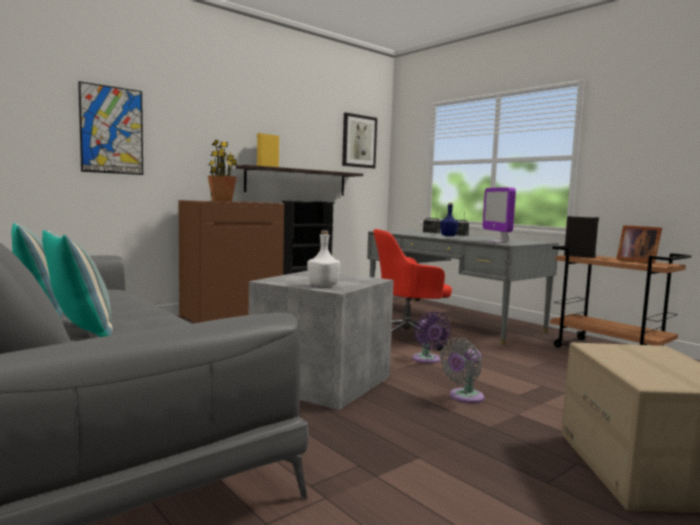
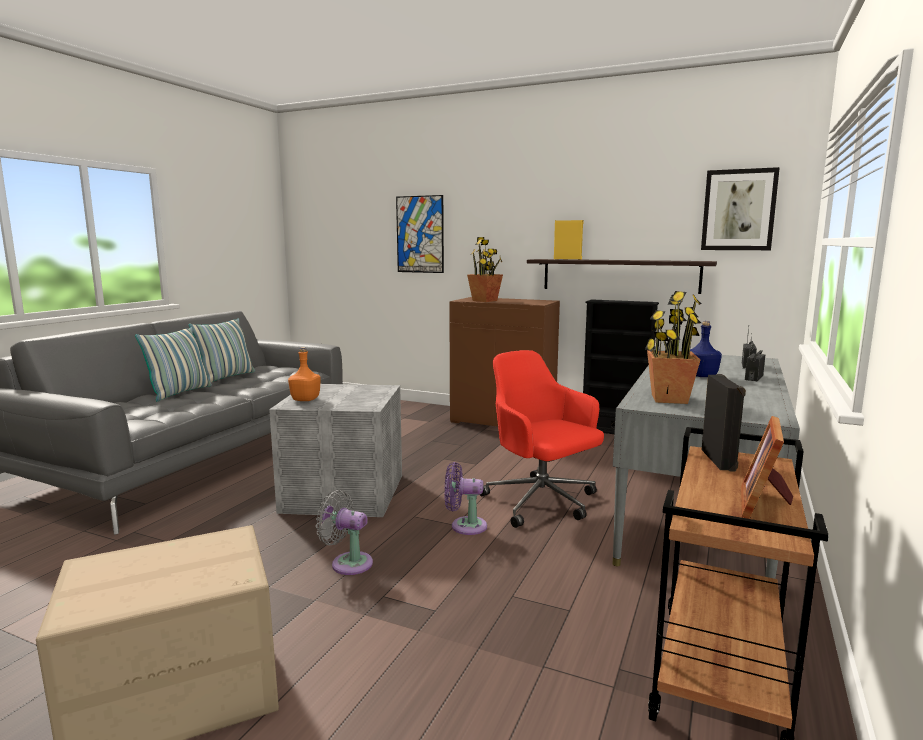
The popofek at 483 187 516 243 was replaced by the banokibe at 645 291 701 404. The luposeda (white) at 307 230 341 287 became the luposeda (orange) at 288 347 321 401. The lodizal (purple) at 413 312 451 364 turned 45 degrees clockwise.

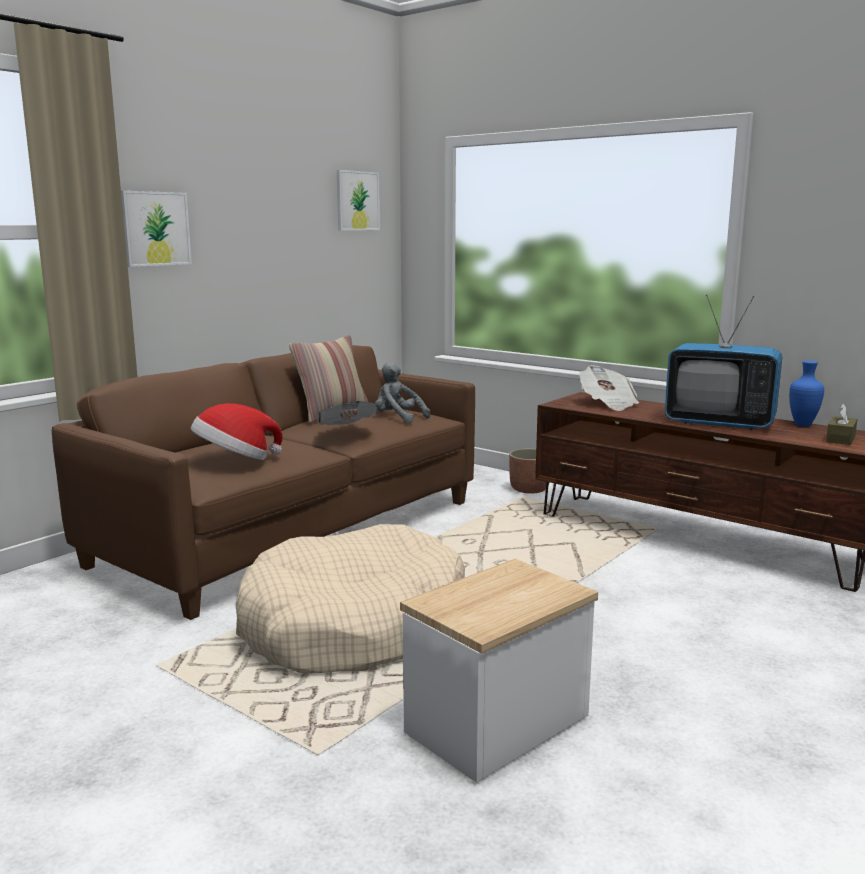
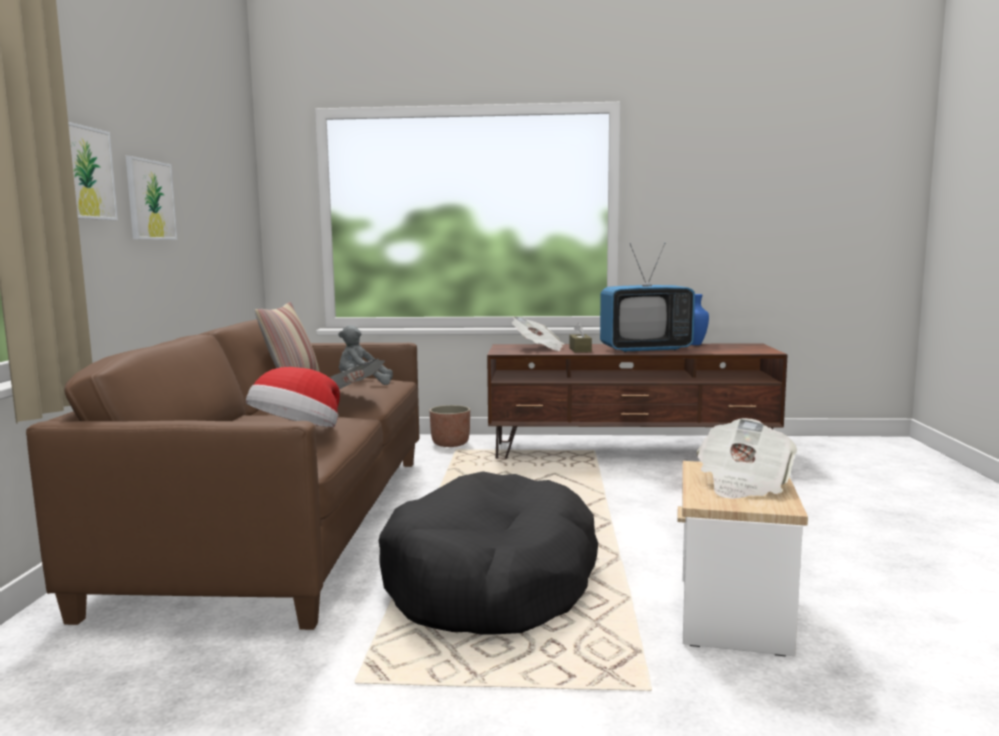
The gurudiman moved from 337 170 380 231 to 126 156 177 240. The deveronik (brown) moved from 826 404 857 445 to 569 323 592 353. The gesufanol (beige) at 235 524 465 674 became the gesufanol (black) at 379 471 598 635. The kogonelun at 696 418 797 499 appeared.

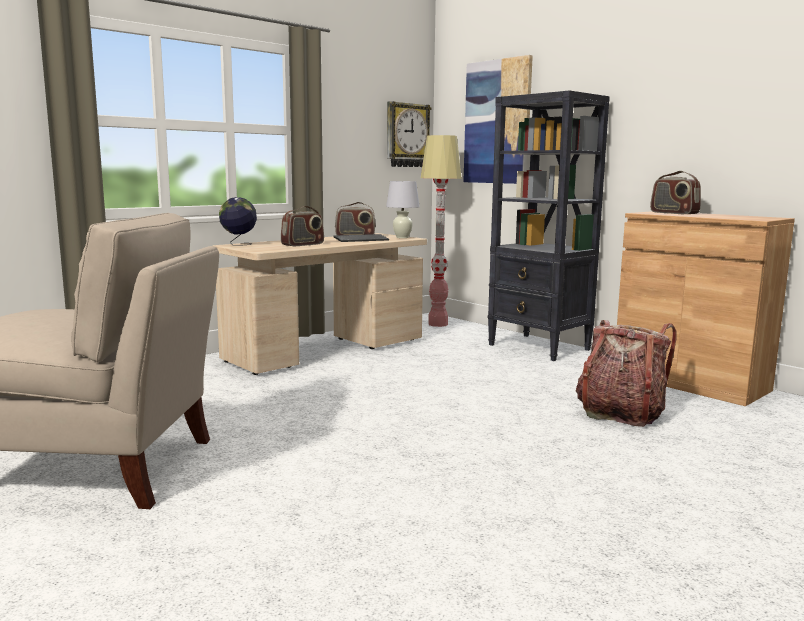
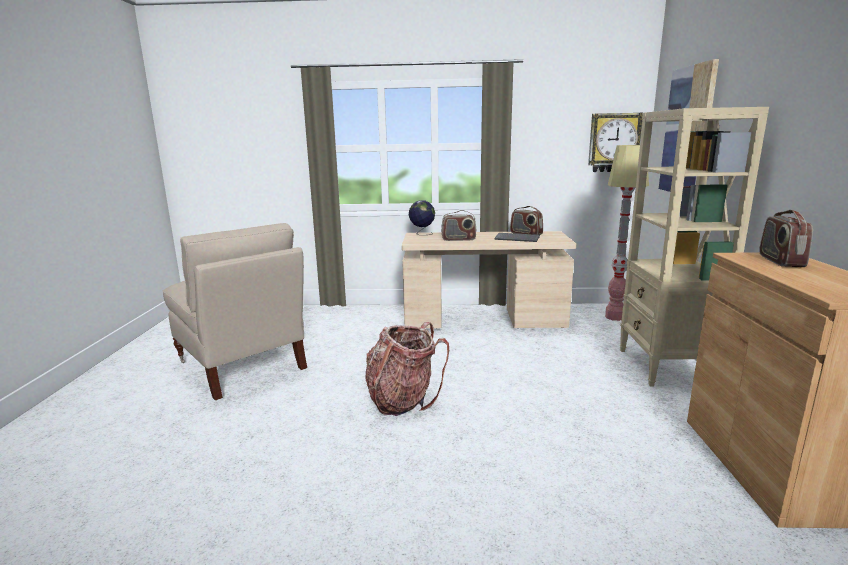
The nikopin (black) at 488 90 610 361 became the nikopin (beige) at 620 107 769 386. The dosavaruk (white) at 386 181 420 238 disappeared. The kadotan moved from 576 320 677 427 to 366 322 449 416.

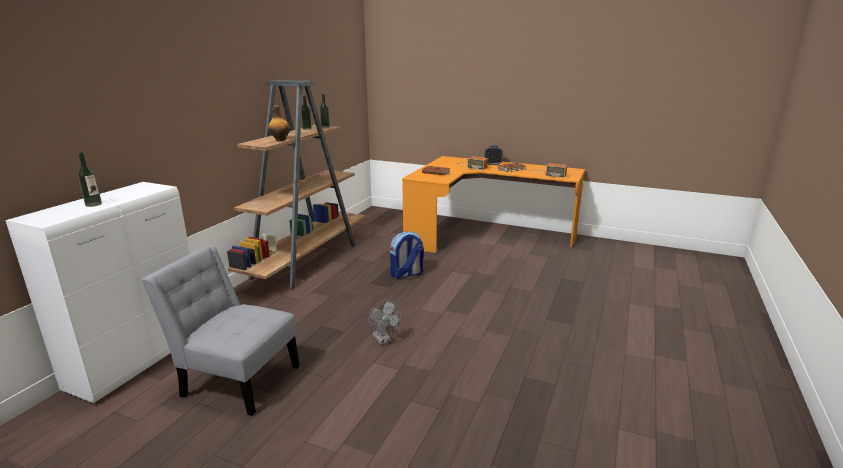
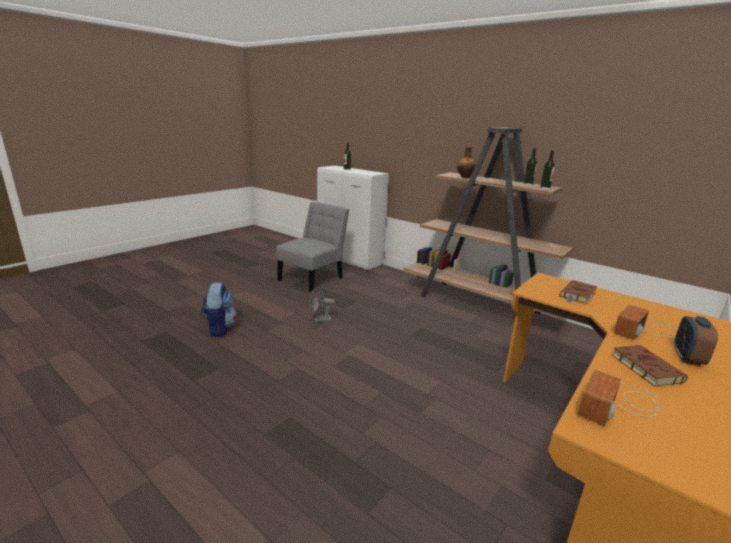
The kadotan moved from 390 232 424 279 to 201 282 237 337.

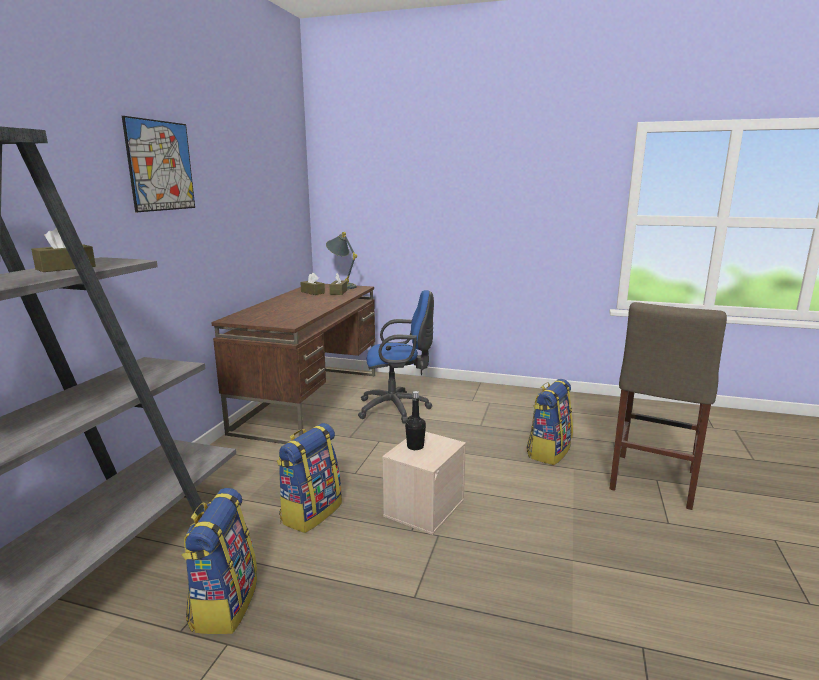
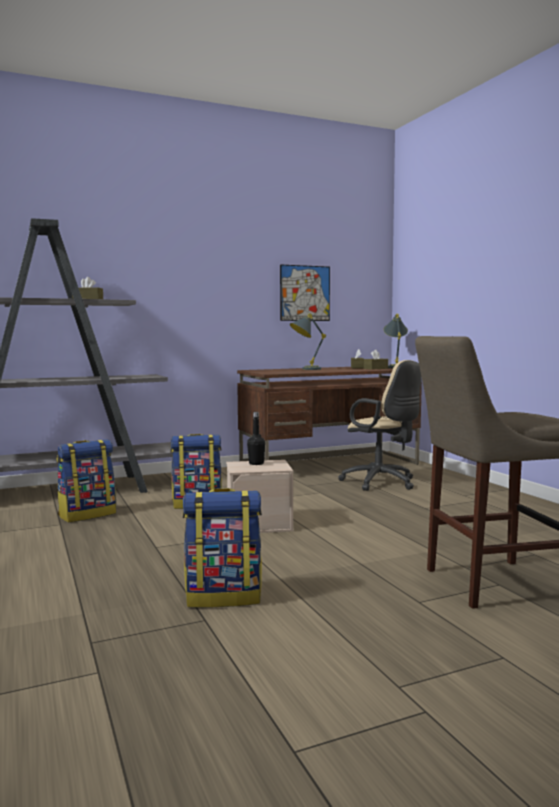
The gurudiman moved from 122 116 195 212 to 280 265 330 321. The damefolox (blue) at 358 290 434 424 became the damefolox (beige) at 338 360 422 491. The kadotan moved from 527 379 573 465 to 183 488 262 608. The dosavaruk (grey) at 290 314 326 370 appeared.

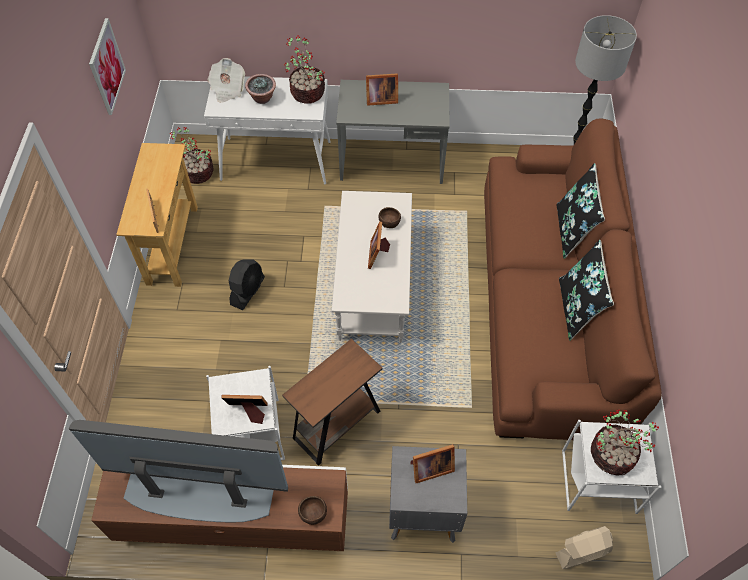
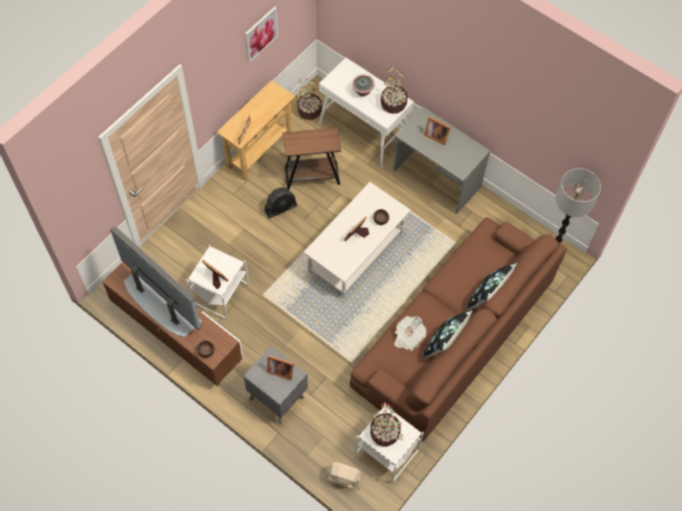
The kogonelun moved from 208 58 245 103 to 394 316 426 351. The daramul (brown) moved from 282 339 382 466 to 283 128 341 189.

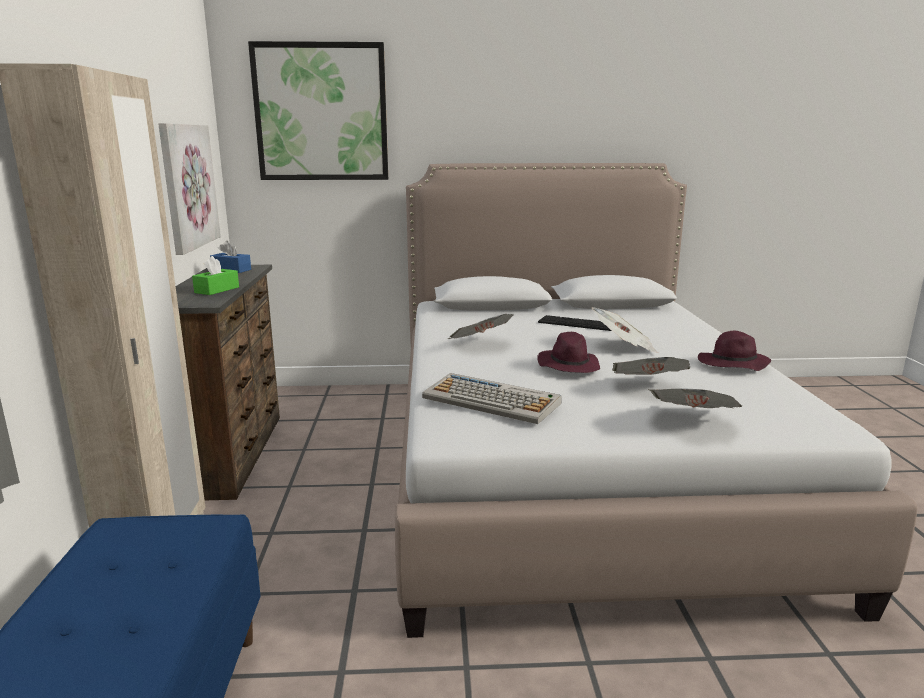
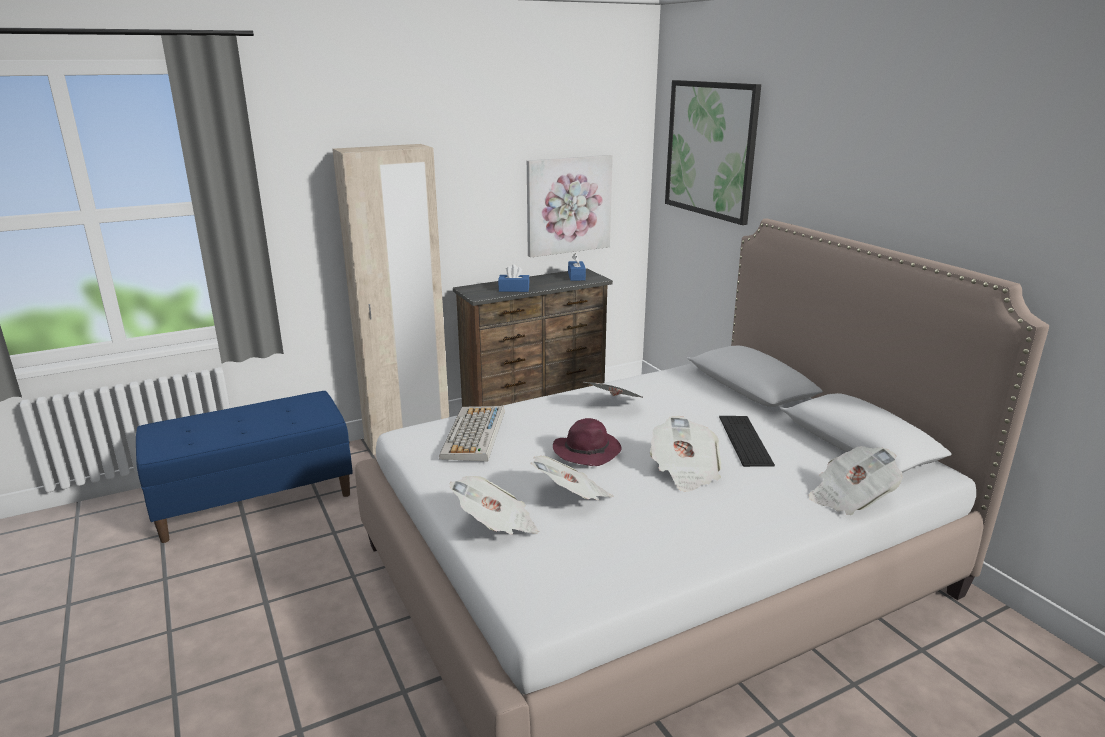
The deveronik (green) at 192 256 239 295 became the deveronik (blue) at 498 264 530 292. The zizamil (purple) at 698 331 771 371 disappeared. The kogonelun at 809 446 903 515 appeared.

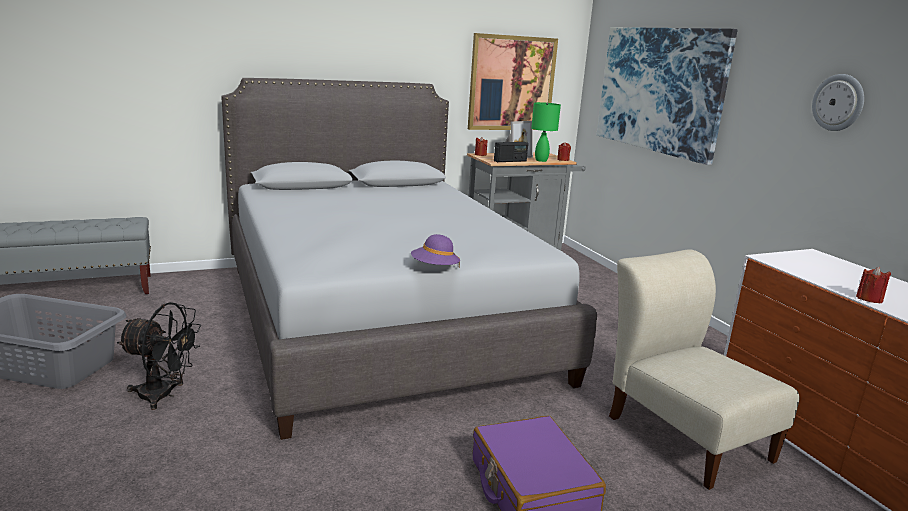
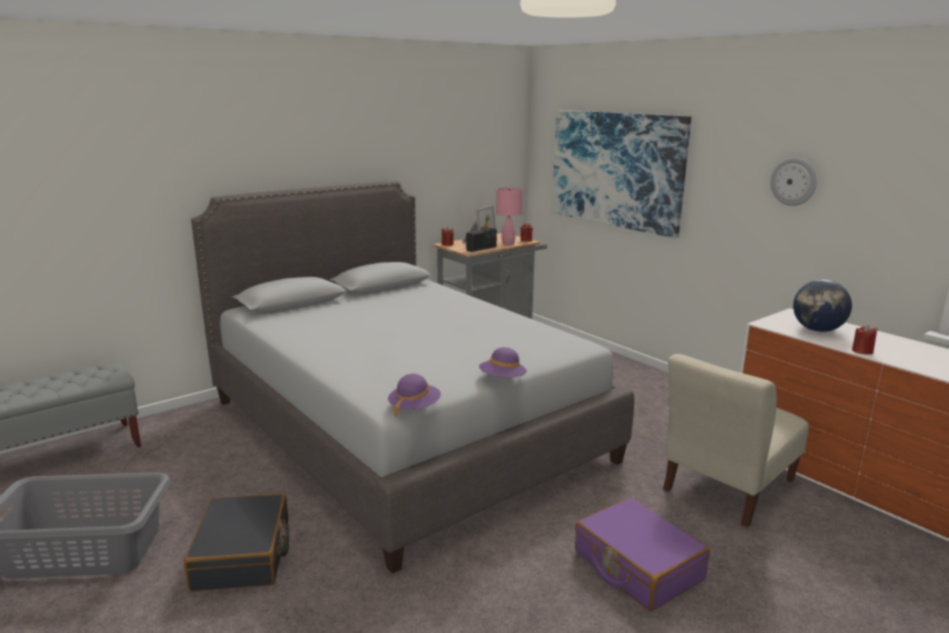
The gurudiman at 468 33 558 130 disappeared. The dosavaruk (green) at 531 102 561 162 became the dosavaruk (pink) at 496 187 523 245. The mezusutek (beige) at 609 250 799 490 turned 90 degrees counterclockwise. The lodizal (black) at 117 302 201 410 was replaced by the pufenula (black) at 184 493 289 591. The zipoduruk at 793 279 852 332 appeared. The zizamil (purple) at 388 374 441 418 appeared.

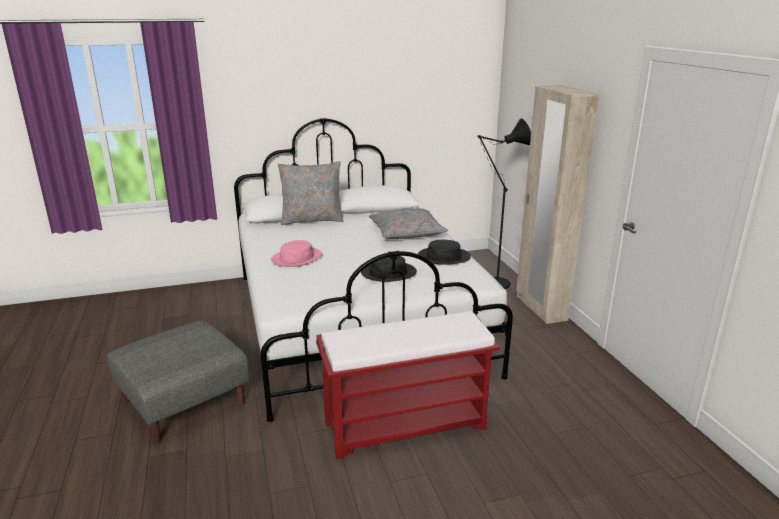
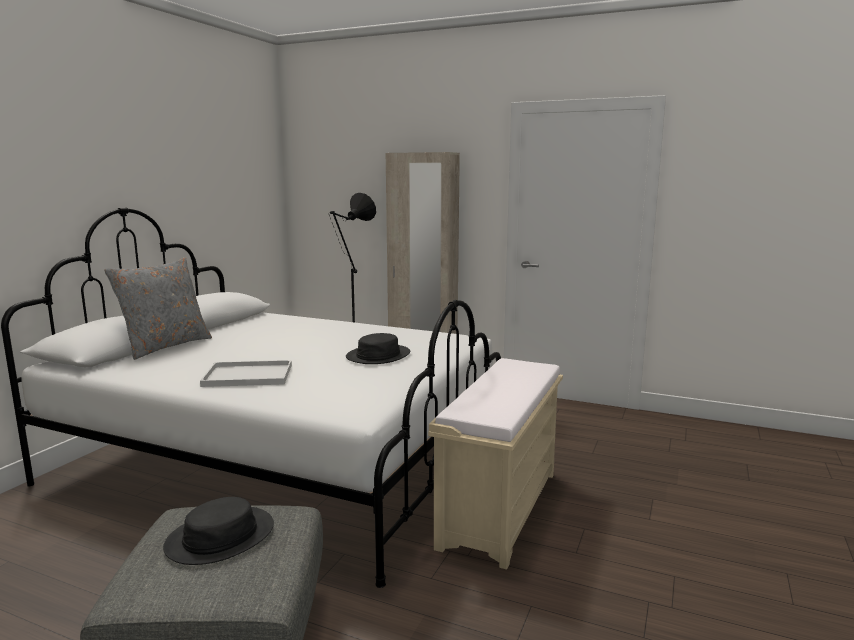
The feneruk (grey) at 369 208 448 239 disappeared. The zizamil (pink) at 271 240 322 267 was replaced by the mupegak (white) at 200 360 292 387. The zizamil (black) moved from 418 240 471 265 to 163 497 274 565. The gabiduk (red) at 316 311 500 459 became the gabiduk (beige) at 428 358 563 570.

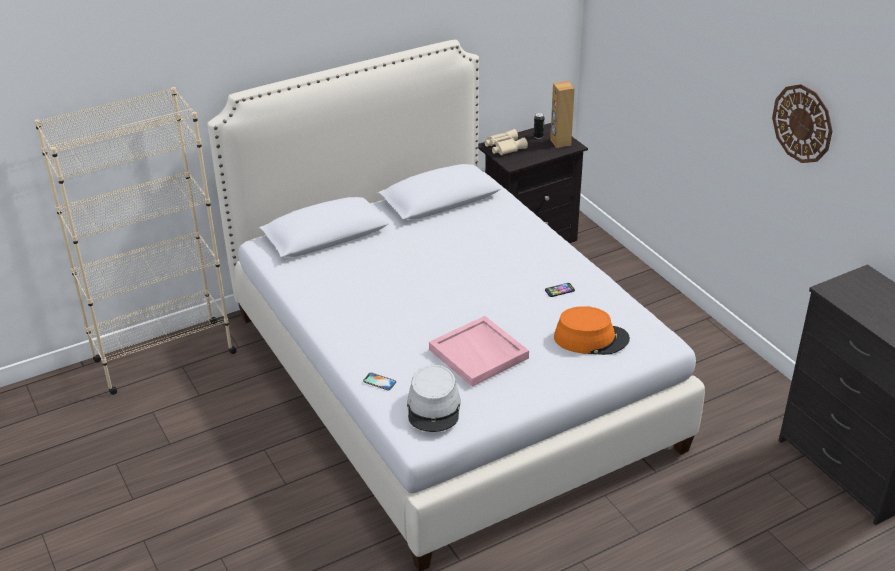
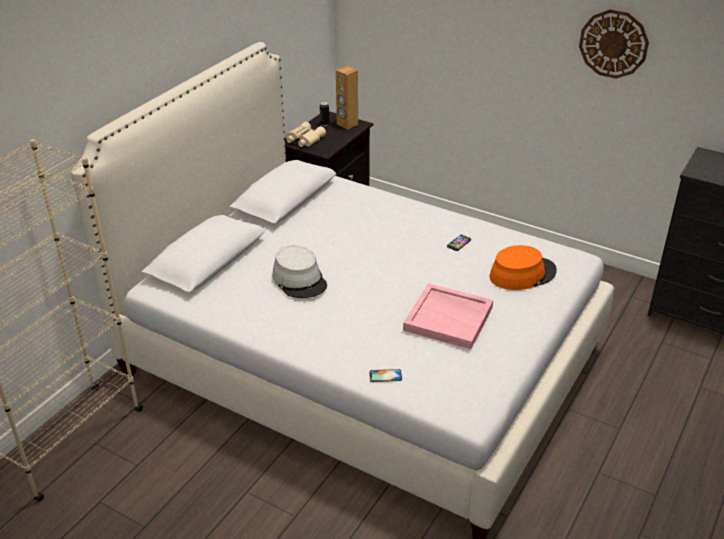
The zizamil (grey) moved from 407 365 461 432 to 273 245 327 298.

